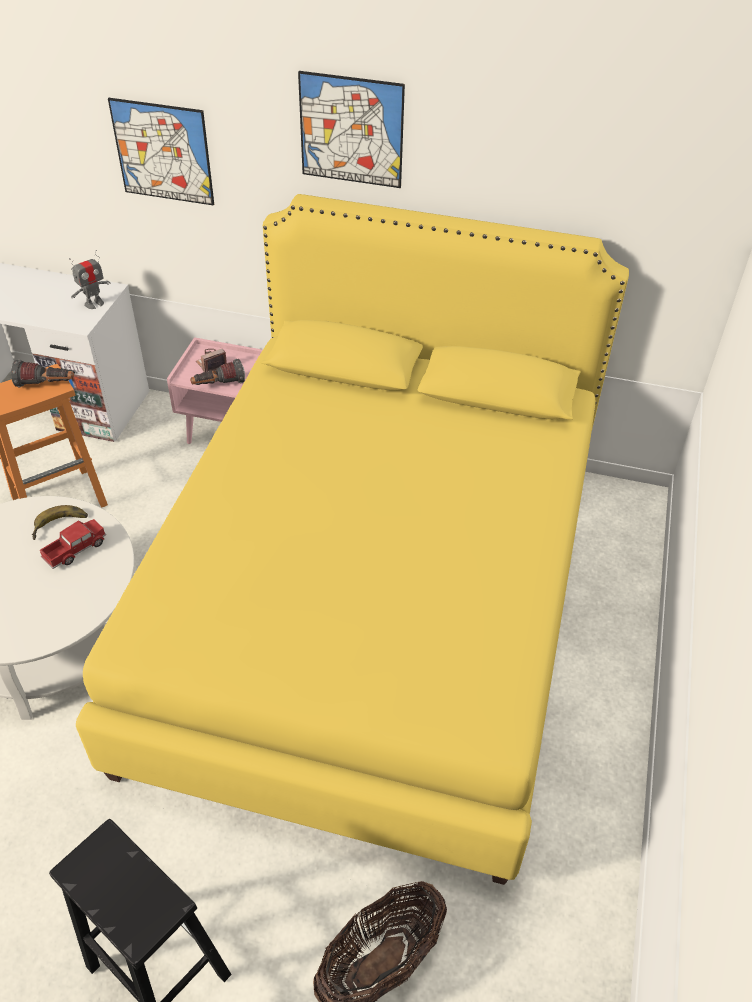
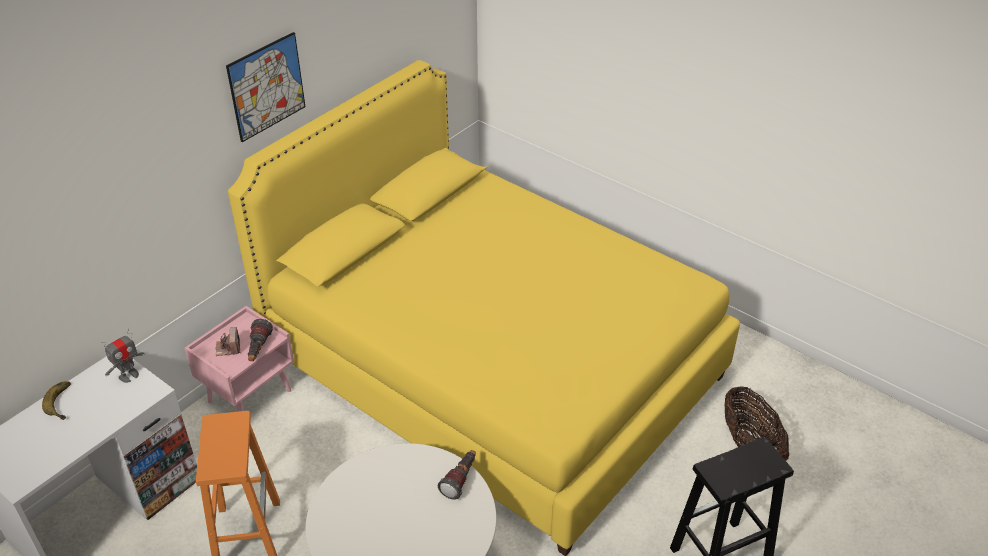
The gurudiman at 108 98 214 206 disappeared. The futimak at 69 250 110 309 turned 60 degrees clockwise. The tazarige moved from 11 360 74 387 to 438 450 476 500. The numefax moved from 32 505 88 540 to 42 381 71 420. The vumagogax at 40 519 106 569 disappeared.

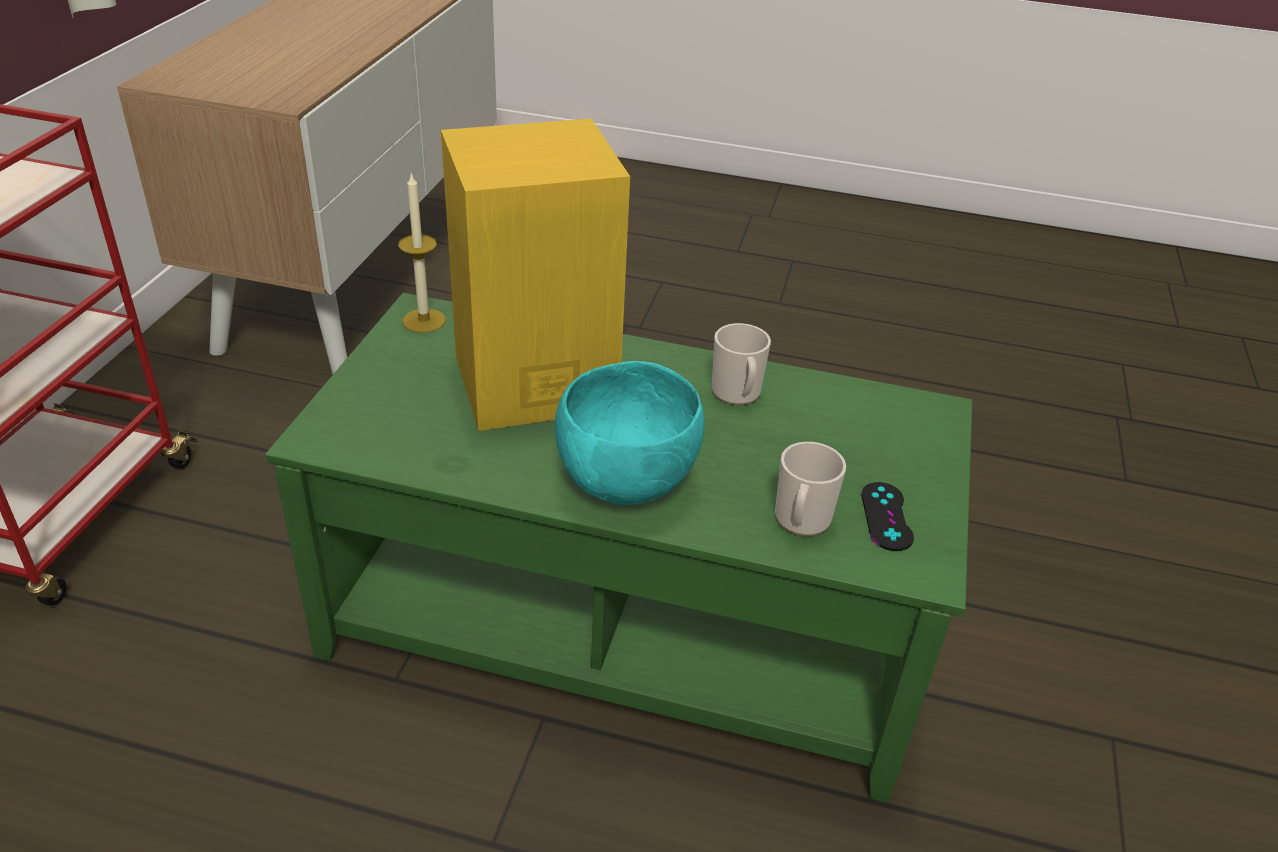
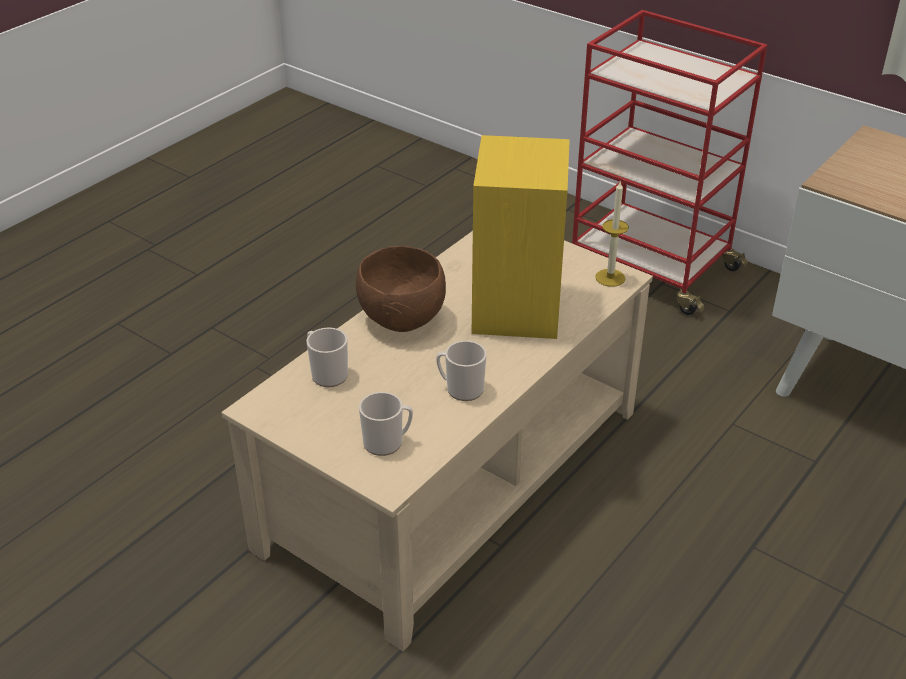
The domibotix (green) at 265 293 972 803 became the domibotix (beige) at 221 231 653 651. The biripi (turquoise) at 555 361 705 505 became the biripi (brown) at 356 246 446 332. The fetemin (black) at 861 482 914 551 disappeared. The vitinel at 359 392 413 456 appeared.

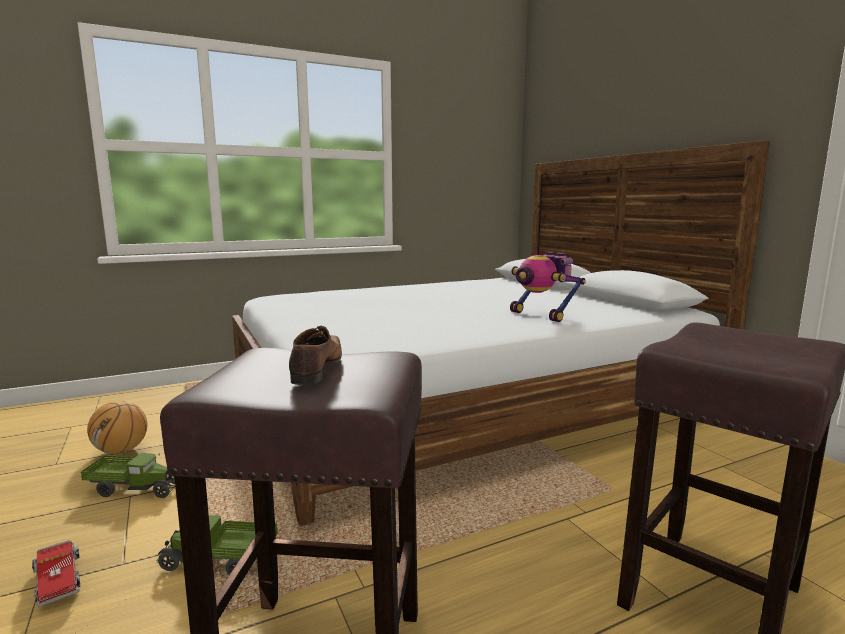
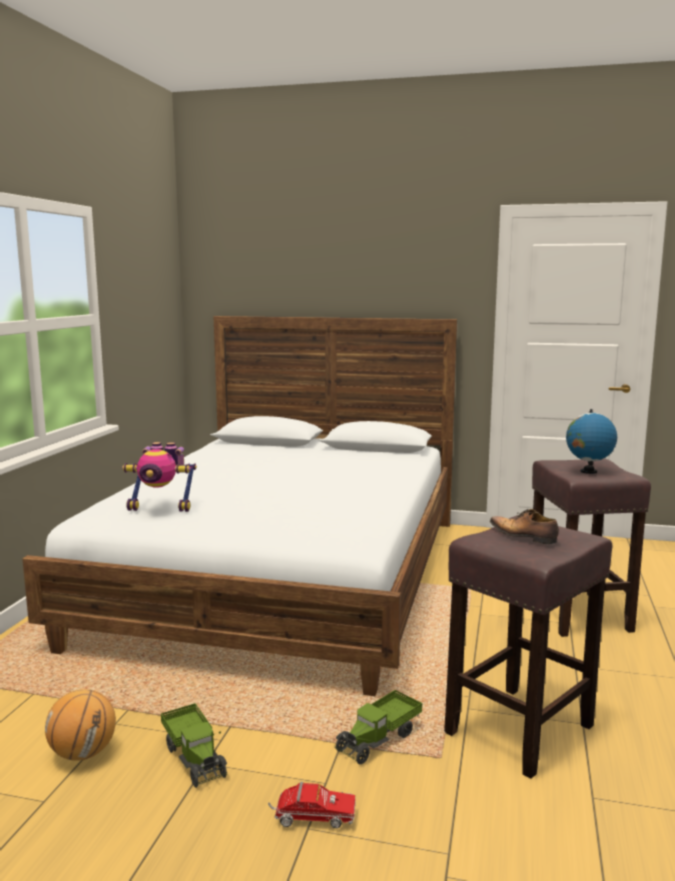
The futimak moved from 510 252 586 322 to 122 442 197 512. The vumagogax at 81 453 175 498 turned 105 degrees clockwise. The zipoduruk at 566 409 617 474 appeared.

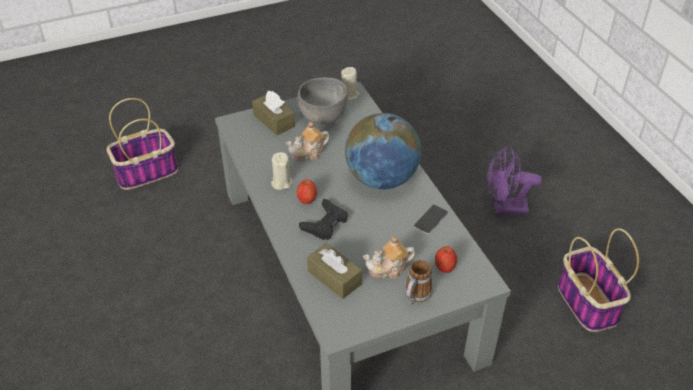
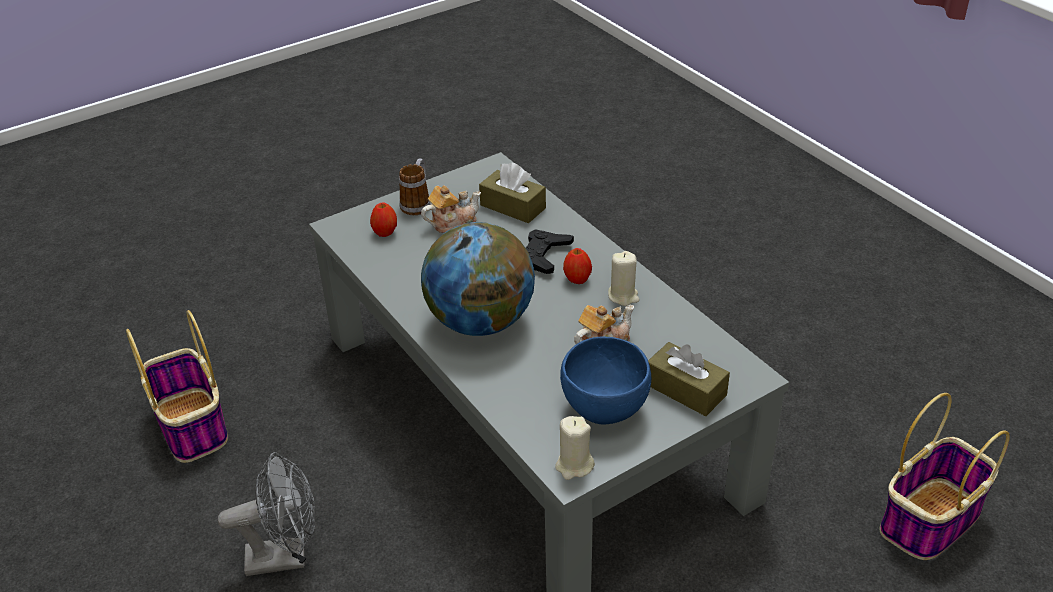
The biripi (grey) at 297 77 348 125 became the biripi (blue) at 560 337 651 424. The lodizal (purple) at 487 145 542 215 became the lodizal (grey) at 218 452 315 576. The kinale at 413 204 448 234 disappeared.

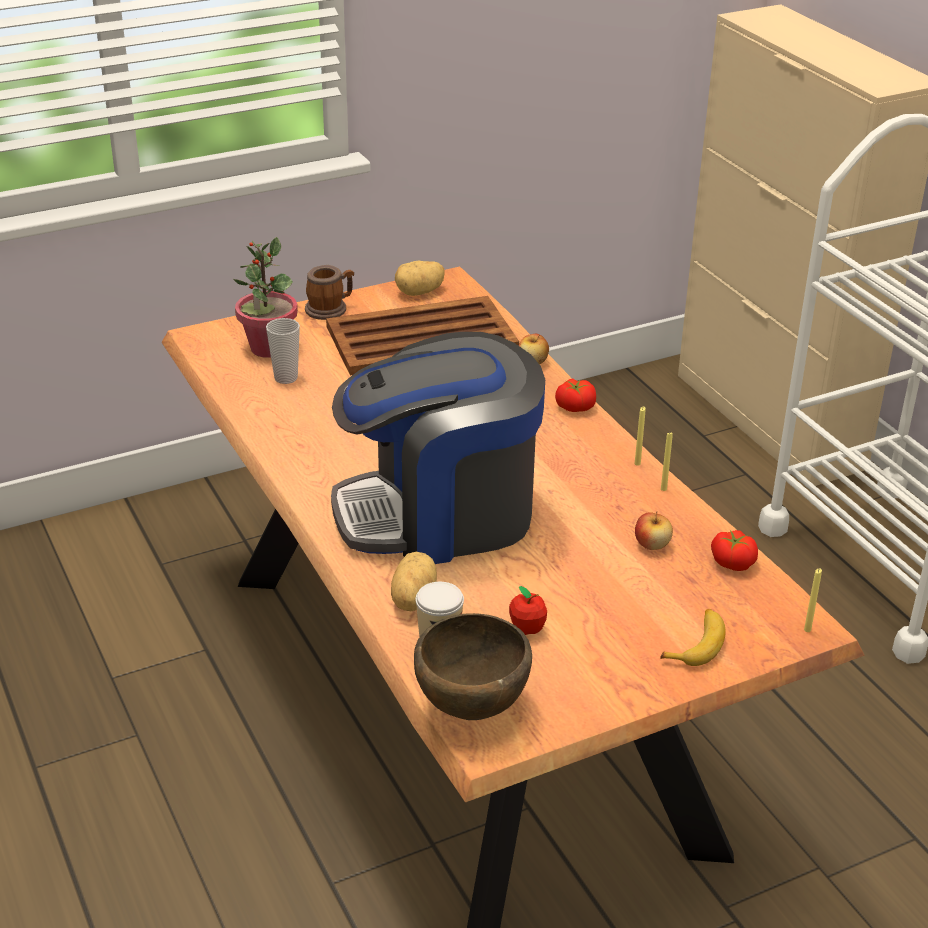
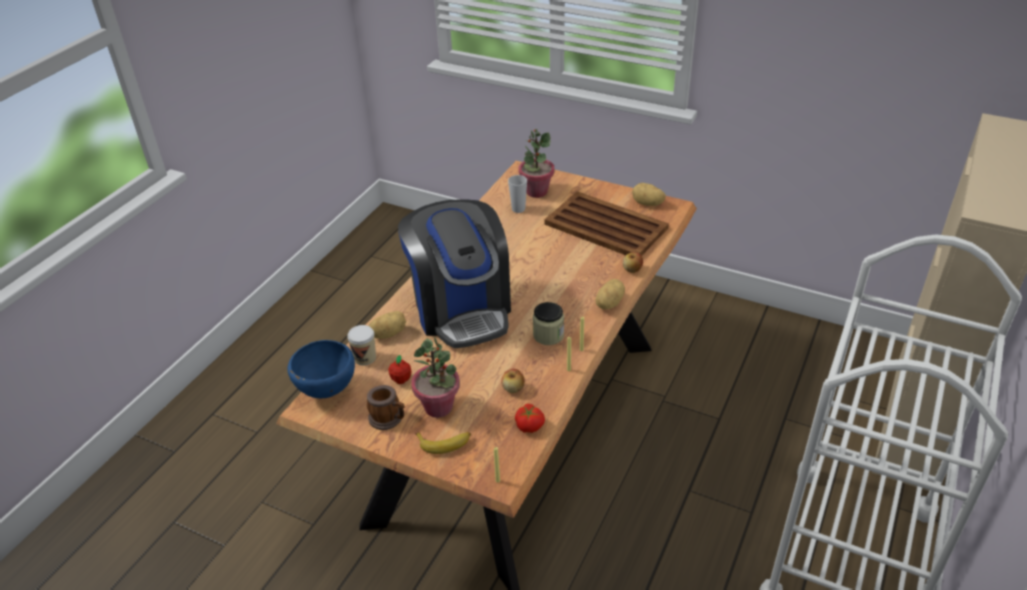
The vitinel moved from 305 265 354 320 to 367 385 405 430. The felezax at 331 332 545 564 turned 150 degrees counterclockwise. The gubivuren at 555 378 596 412 was replaced by the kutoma at 596 279 625 309. The biripi (brown) at 414 613 532 720 became the biripi (blue) at 287 340 355 398. The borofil at 533 302 564 345 appeared. The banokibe at 411 337 460 418 appeared.

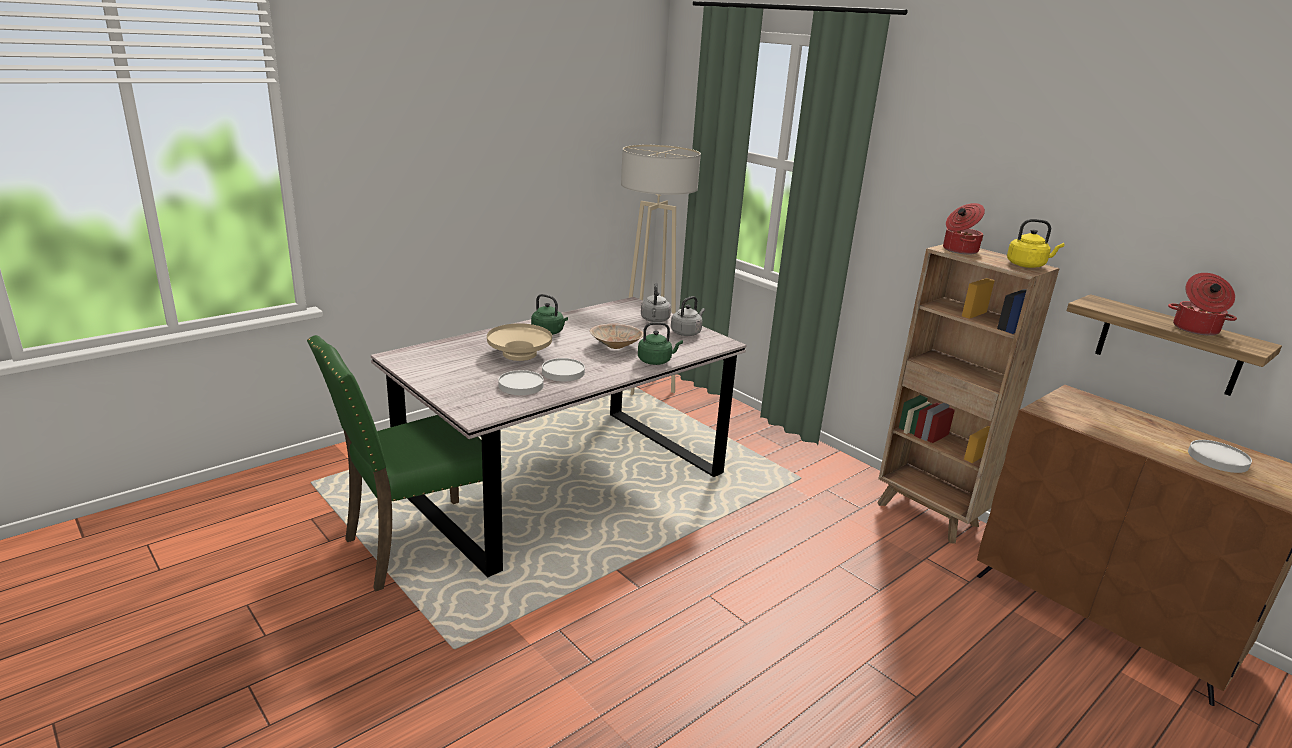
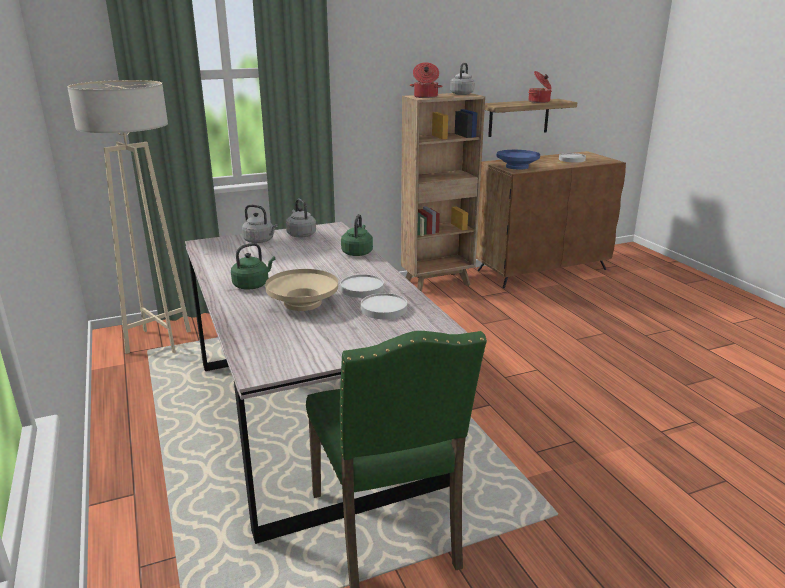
The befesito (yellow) at 1007 219 1064 268 became the befesito (grey) at 450 63 474 95. The biripi (beige) at 590 323 643 349 disappeared. The biripi (blue) at 497 150 540 170 appeared.

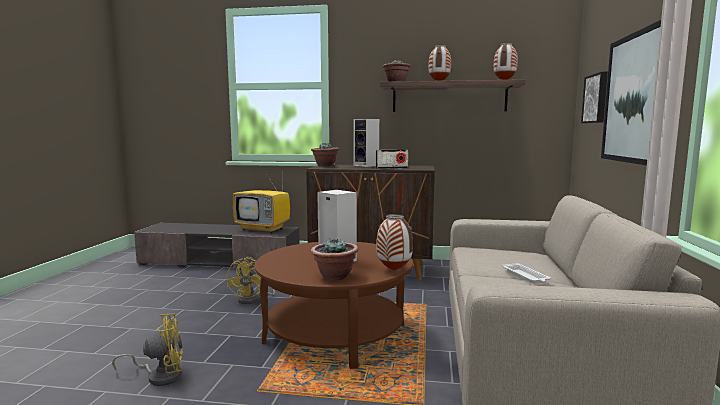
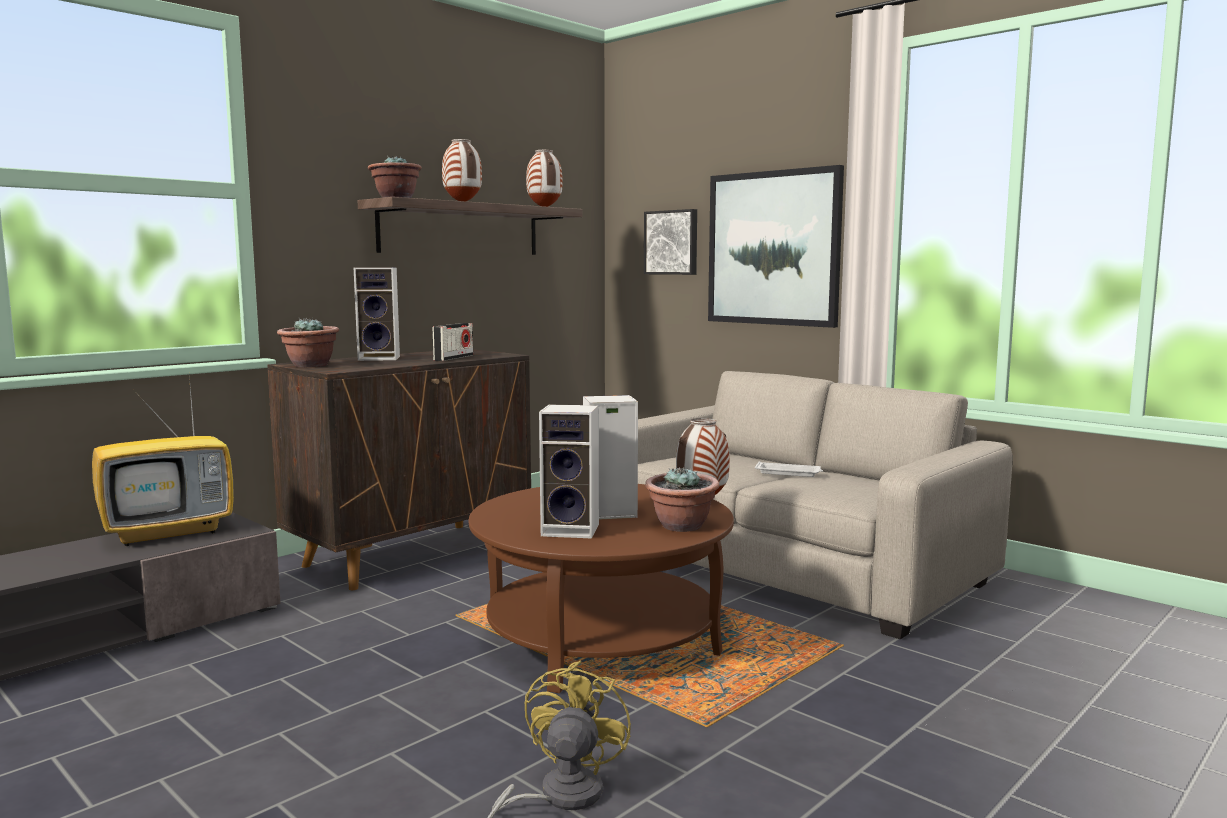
The lodizal (yellow) at 227 257 275 304 disappeared. The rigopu at 539 404 599 538 appeared.

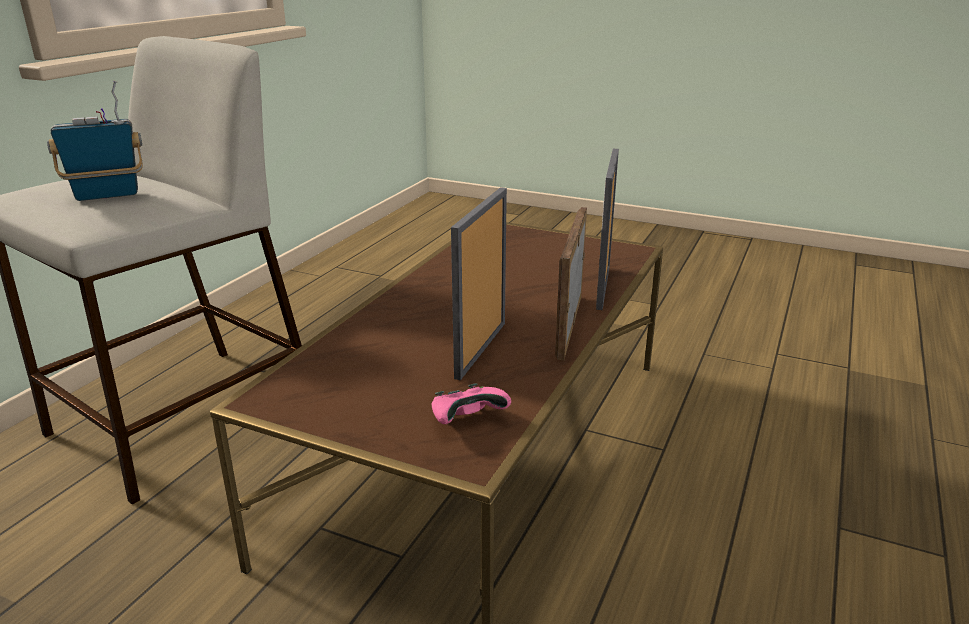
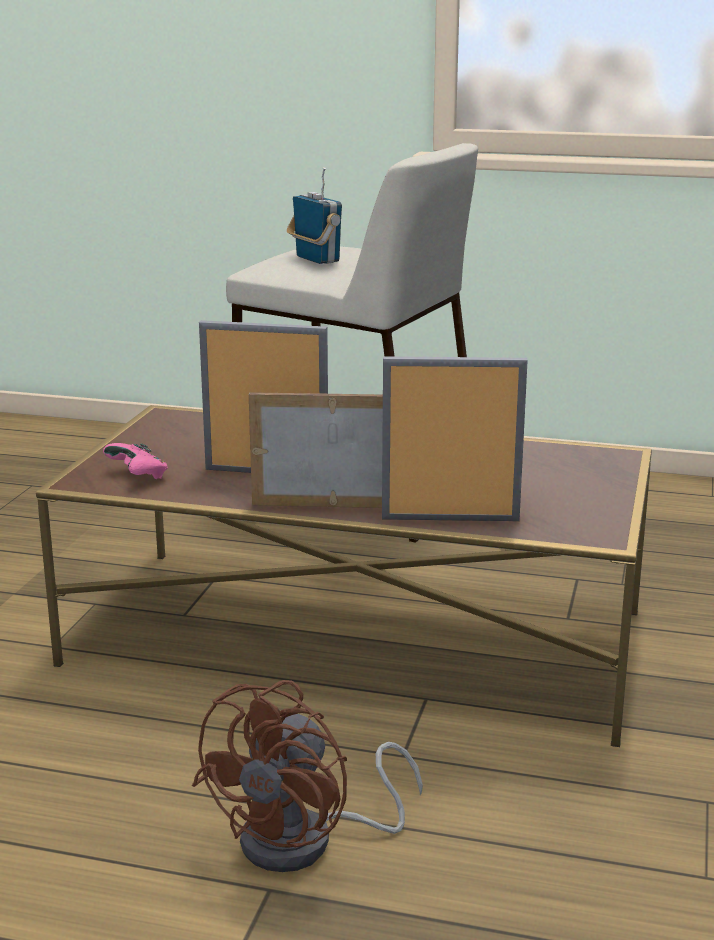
The lodizal (brown) at 192 680 423 872 appeared.

